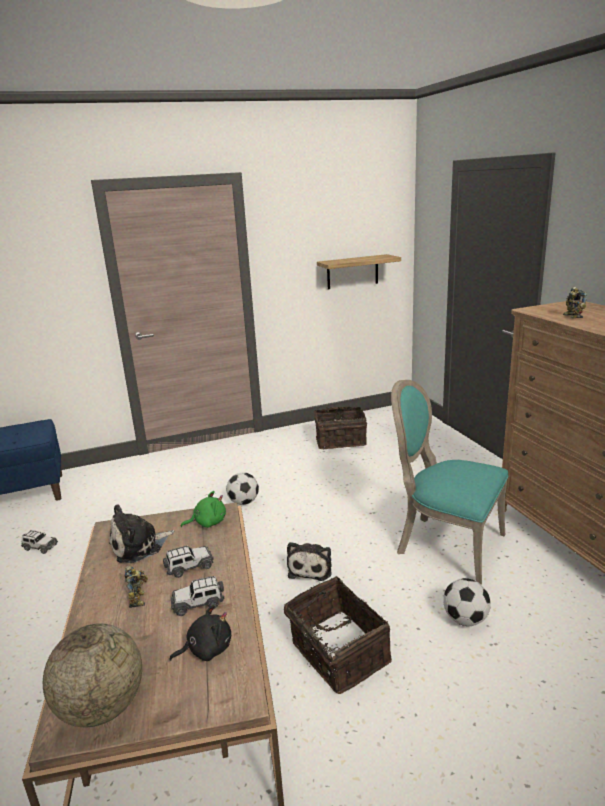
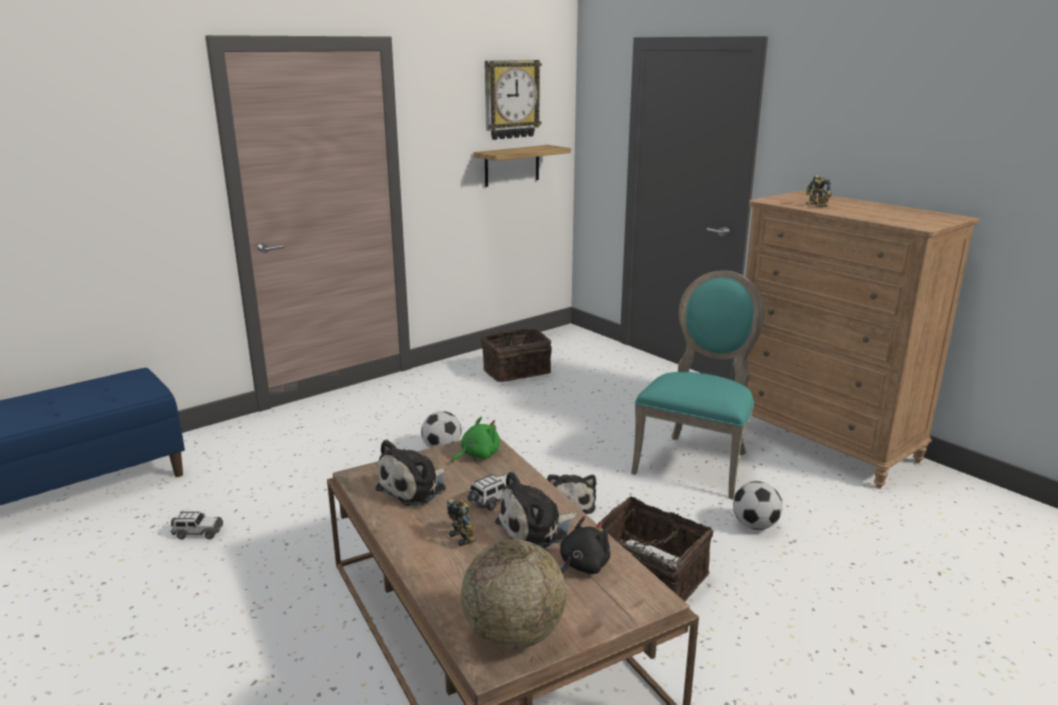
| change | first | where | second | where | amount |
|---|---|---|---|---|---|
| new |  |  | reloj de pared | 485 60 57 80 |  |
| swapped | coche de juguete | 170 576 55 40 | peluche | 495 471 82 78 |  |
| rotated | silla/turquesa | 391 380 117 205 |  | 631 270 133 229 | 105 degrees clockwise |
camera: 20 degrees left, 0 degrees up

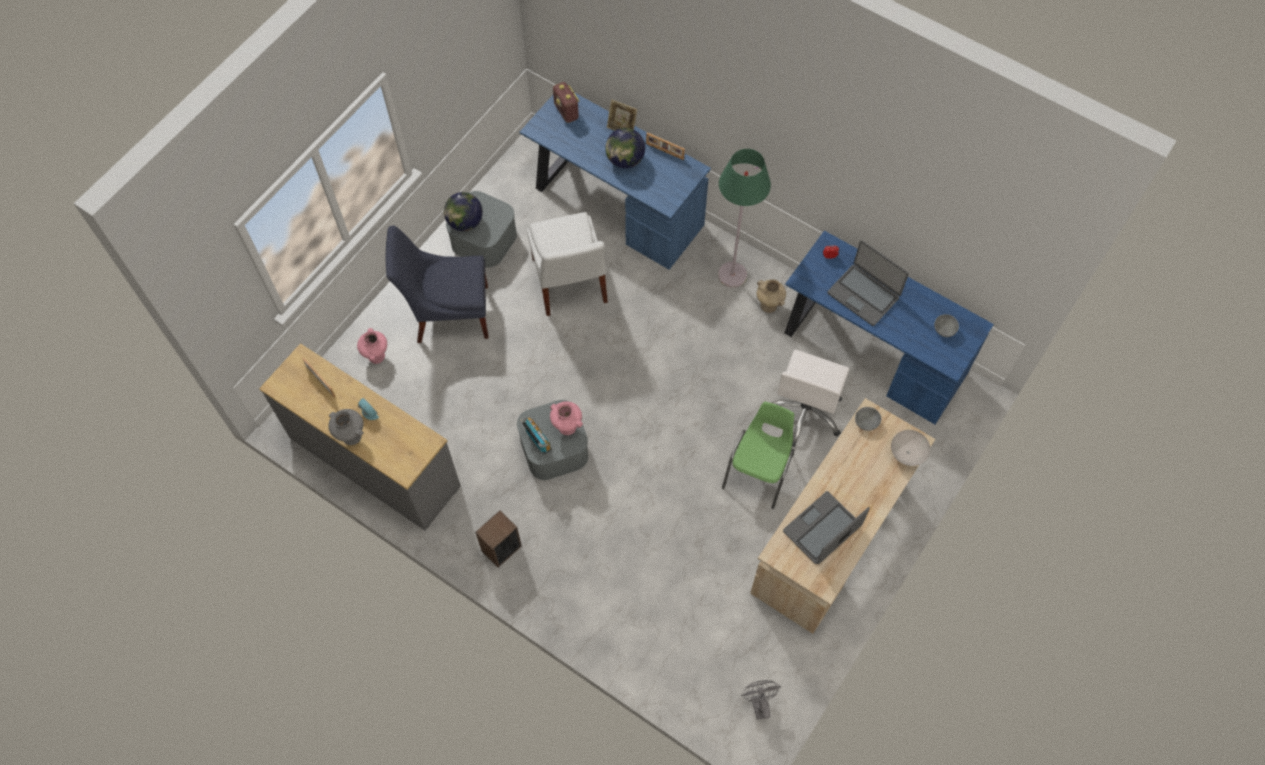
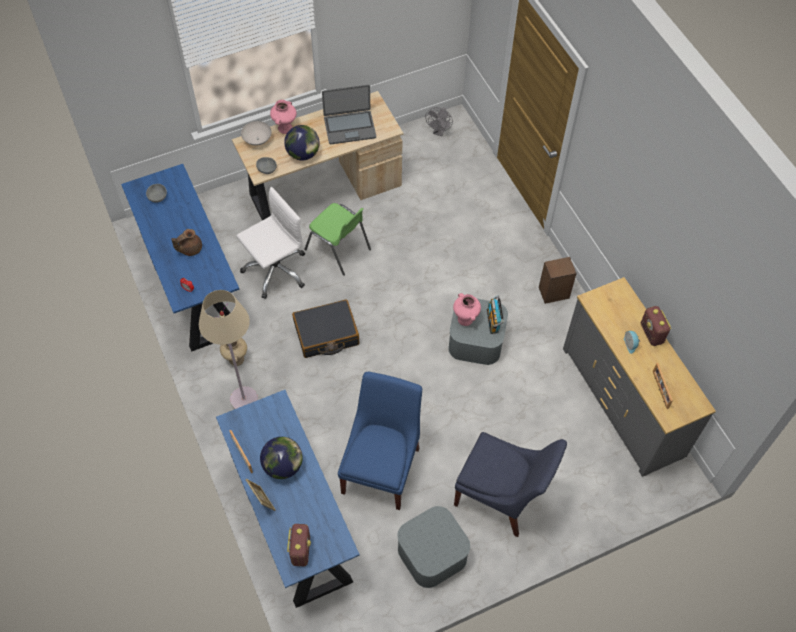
| change | first | where | second | where | amount |
|---|---|---|---|---|---|
| swapped | portátil | 828 240 81 86 | tetera/marrón | 171 229 31 27 |  |
| repainted | lámpara de pie/verde | 718 149 53 139 | lámpara de pie/beis | 199 290 59 119 |  |
| shifted | florero/rosa | 357 328 30 36 |  | 270 100 27 34 |  |
| shifted | globo terráqueo | 444 192 39 39 |  | 284 125 36 35 |  |
| new |  |  | maleta/negro | 292 299 67 59 |  |
| rotated | silla/verde | 722 402 72 107 |  | 304 203 67 73 | 105 degrees counterclockwise |
| repainted | silla/blanco | 527 212 81 104 | silla/azul | 338 371 84 139 |  |
| swapped | florero/gris | 328 409 36 36 | radio | 641 306 30 40 |  |
camera: 150 degrees left, 5 degrees down

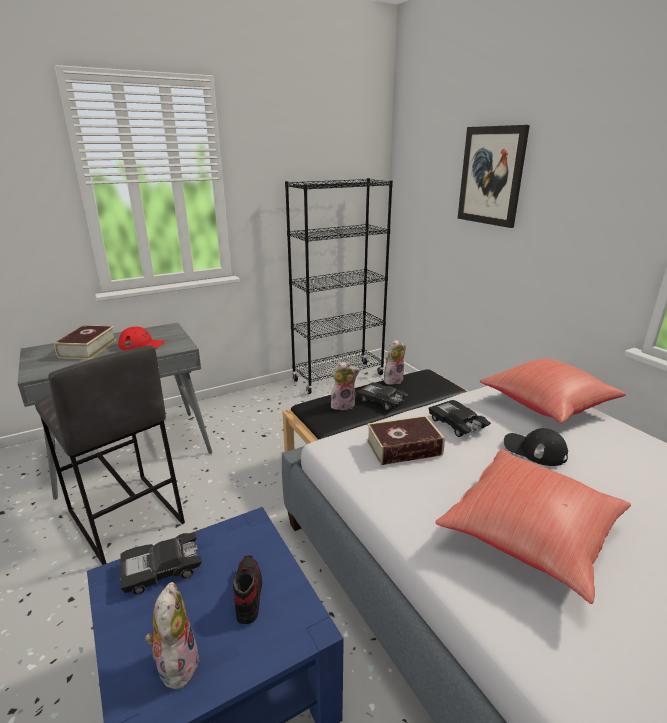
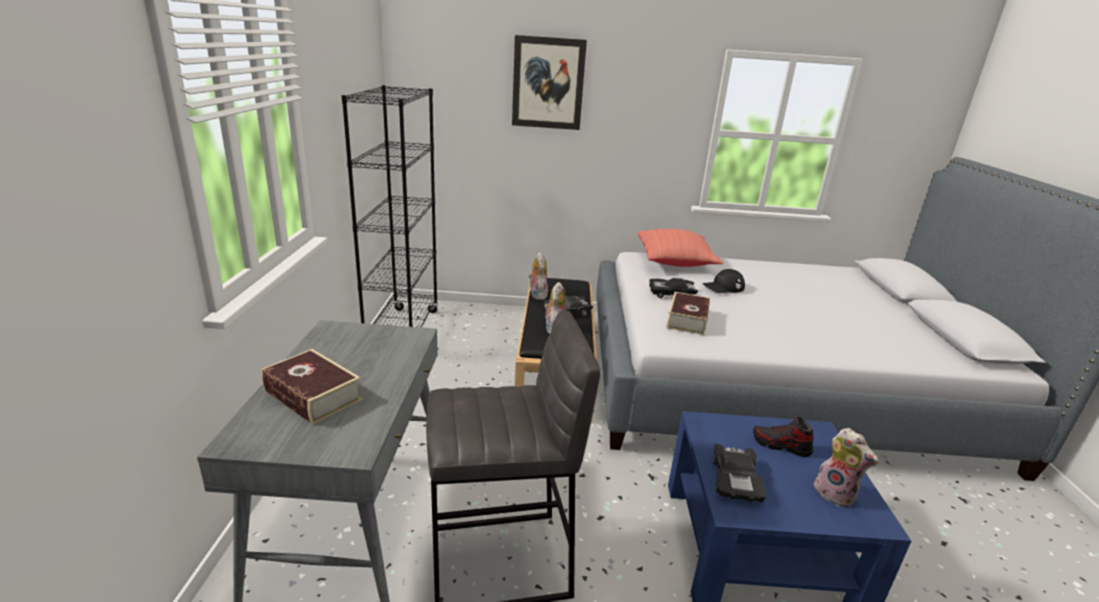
| change | first | where | second | where | amount |
|---|---|---|---|---|---|
| rotated | peluche | 145 582 54 108 |  | 814 428 65 79 | 150 degrees counterclockwise |
| gone | gorra/rojo | 118 327 47 23 |  |  |  |
| gone | cojín/rojo | 435 449 196 155 |  |  |  |
camera: 60 degrees left, 0 degrees up

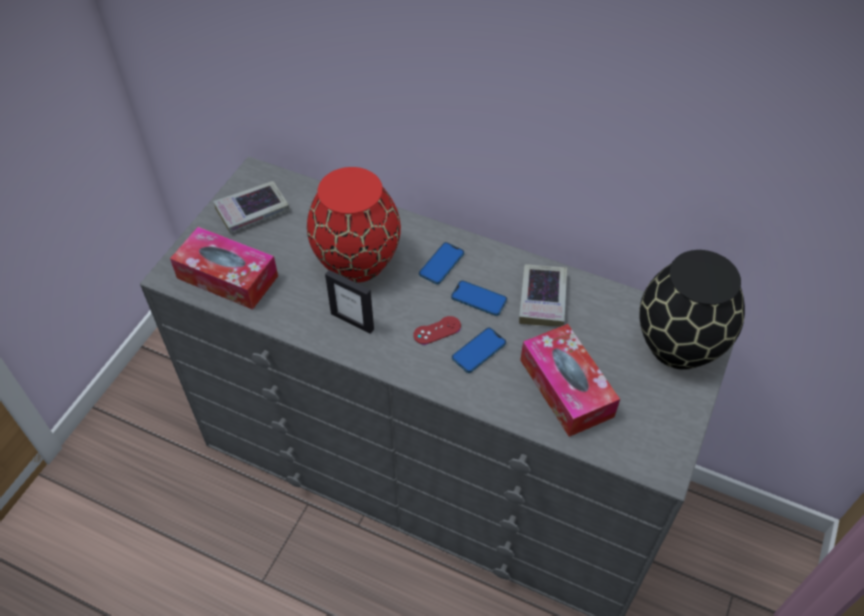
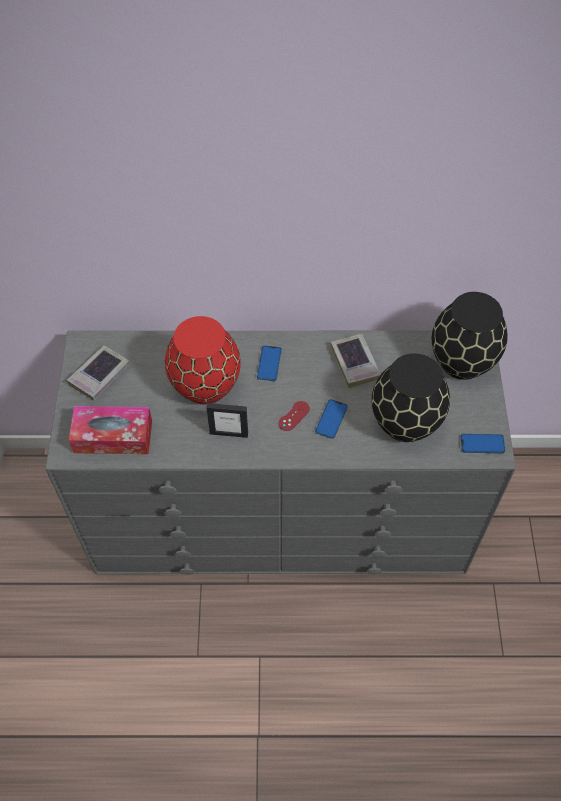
| change | first | where | second | where | amount |
|---|---|---|---|---|---|
| swapped | caja de pañuelos | 520 324 100 113 | florero/negro | 372 353 78 89 |  |
| shifted | móvil | 451 280 56 36 |  | 460 434 45 19 |  |
camera: 25 degrees left, 5 degrees up

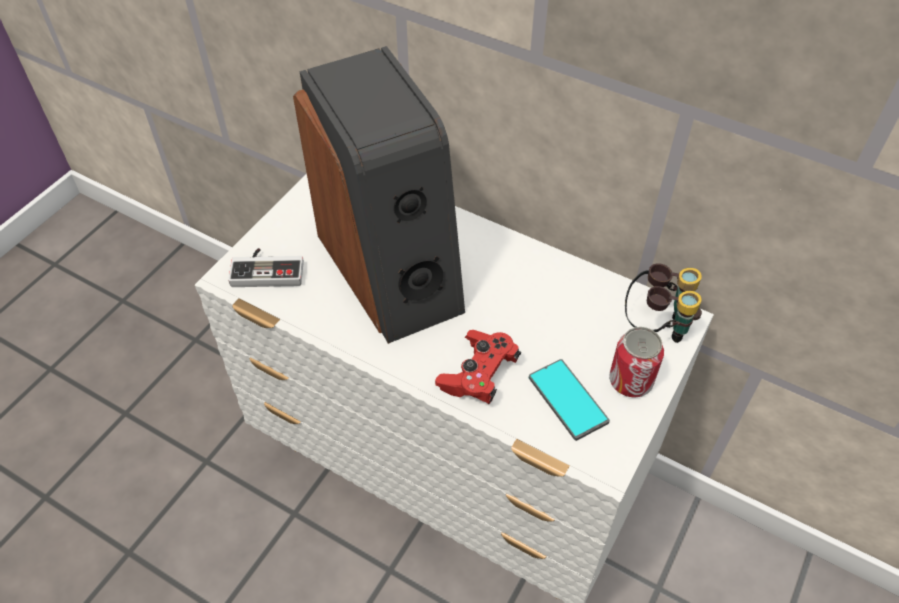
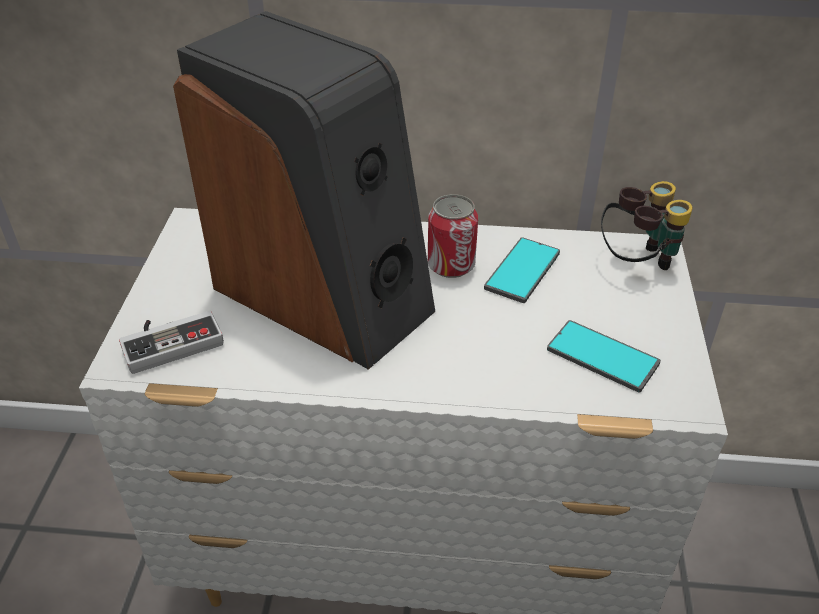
| change | first | where | second | where | amount |
|---|---|---|---|---|---|
| shifted | lata | 609 327 55 71 |  | 428 194 50 84 |  |
| new |  |  | móvil | 484 237 76 66 |  |
| gone | mando de consola/rojo | 435 330 86 74 |  |  |  |
camera: 25 degrees left, 10 degrees down

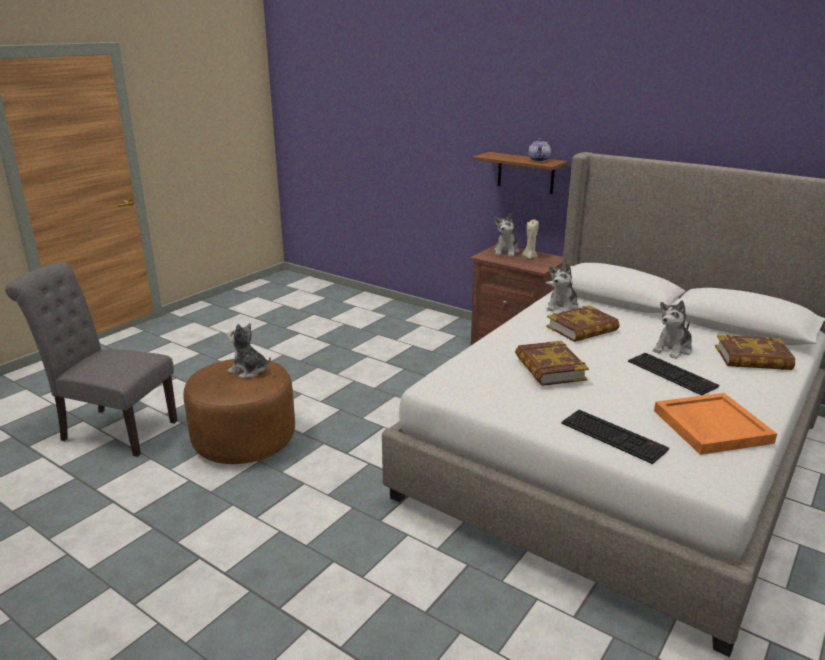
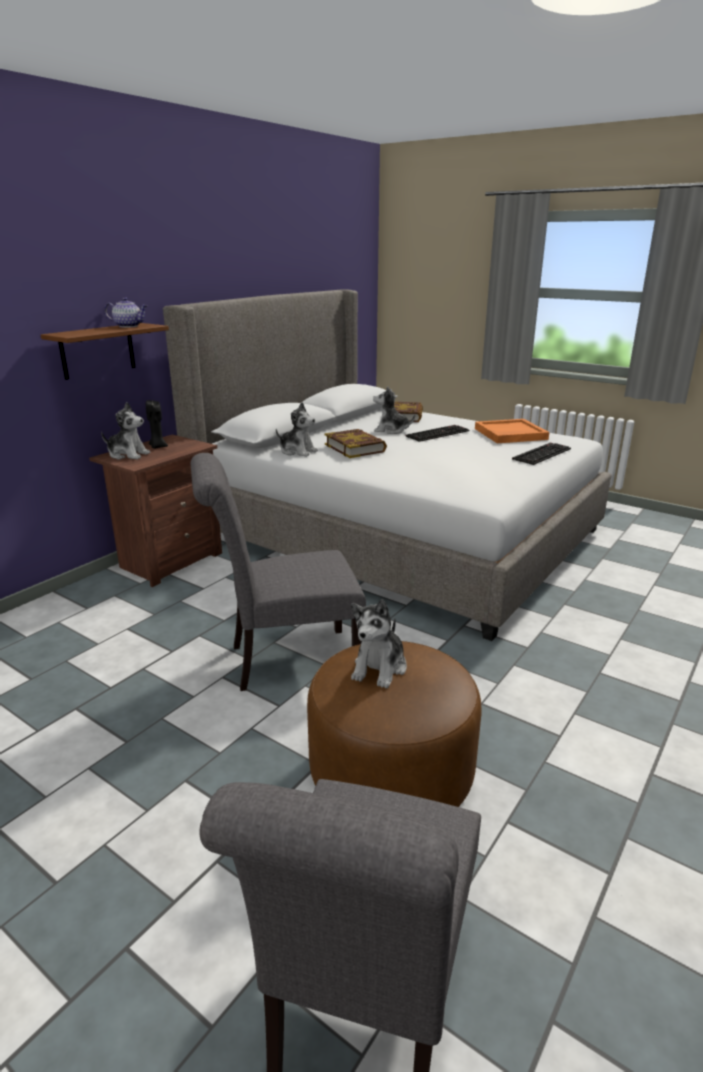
| change | first | where | second | where | amount |
|---|---|---|---|---|---|
| repainted | vela/beis | 522 219 17 40 | vela/negro | 146 400 22 49 |  |
| new |  |  | silla/gris | 191 453 175 238 |  |
| rotated | peluche | 653 300 39 59 |  | 373 386 42 48 | 150 degrees clockwise |
| gone | libro | 515 341 74 45 |  |  |  |
camera: 90 degrees left, 0 degrees up

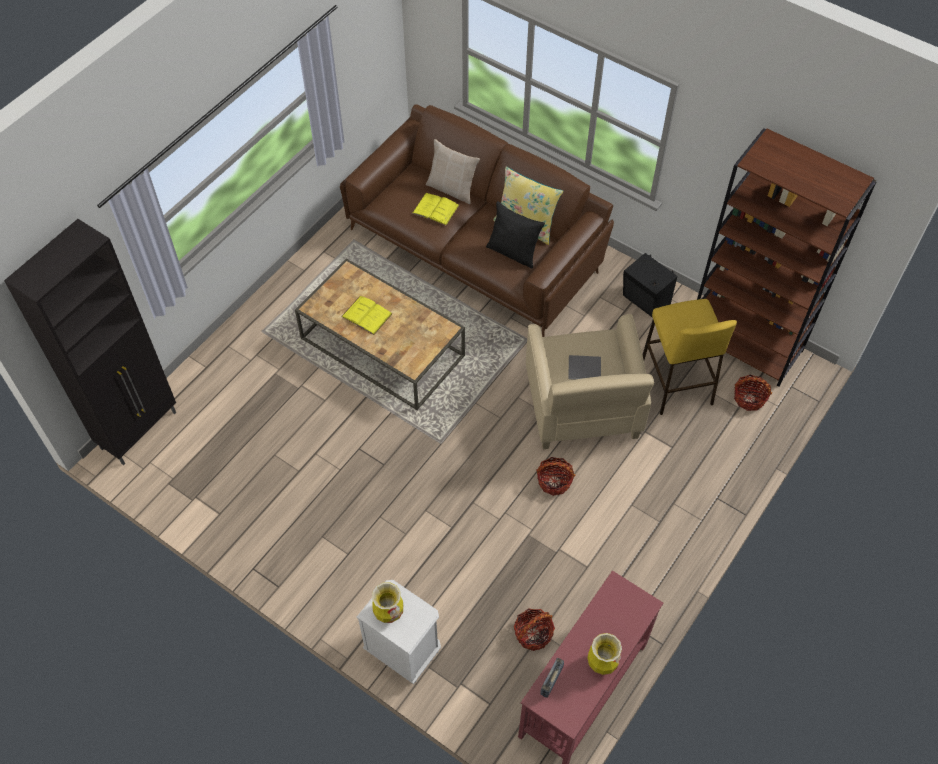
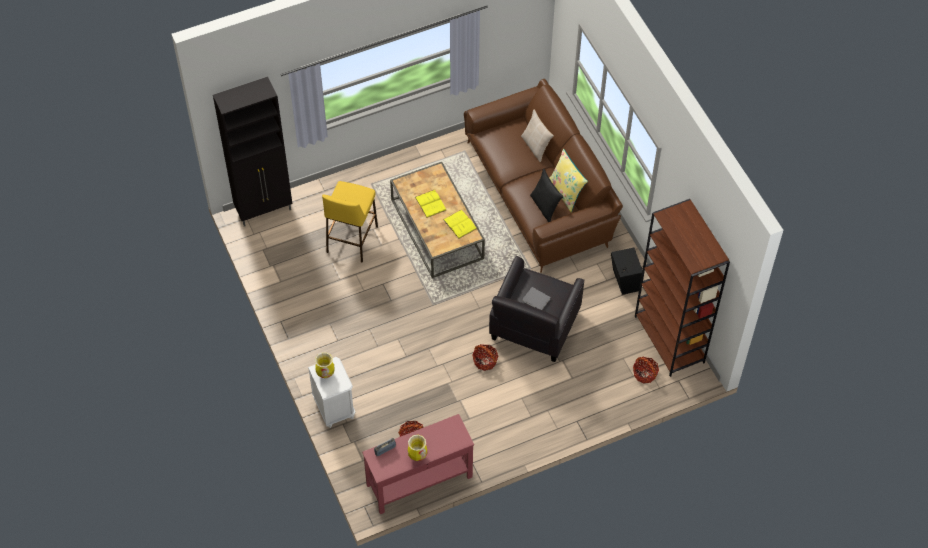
| change | first | where | second | where | amount |
|---|---|---|---|---|---|
| shifted | taburete/amarillo | 643 299 94 116 |  | 322 181 56 82 |  |
| shifted | libro/amarillo | 412 193 48 33 |  | 443 210 34 29 |  |
| repainted | sillón/beis | 526 314 128 135 | sillón/negro | 489 256 95 106 |  |
camera: 30 degrees right, 0 degrees up

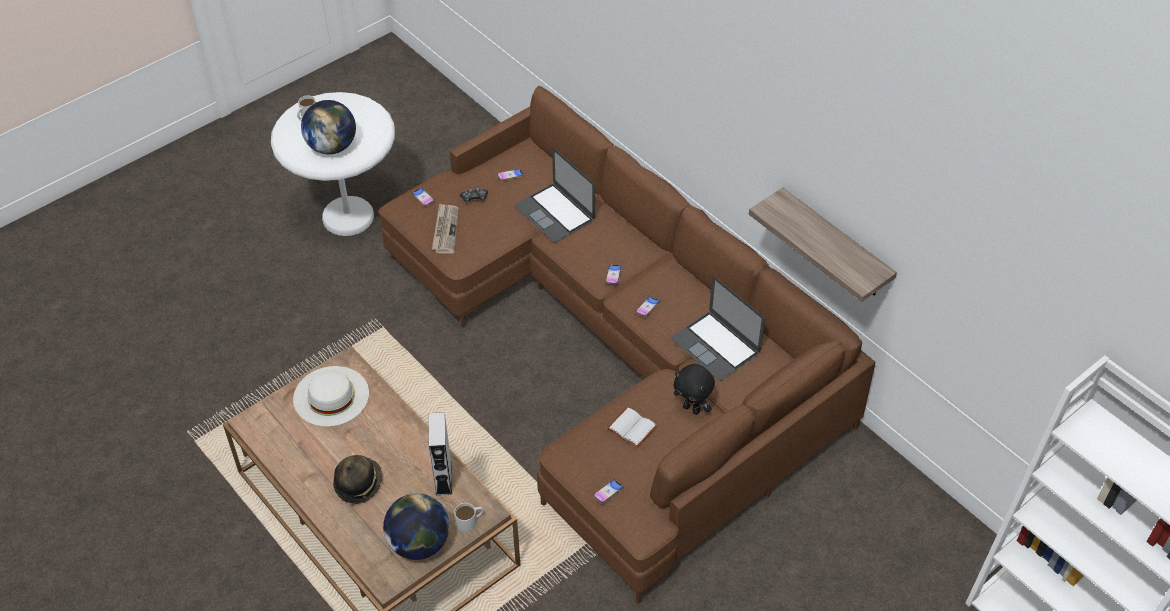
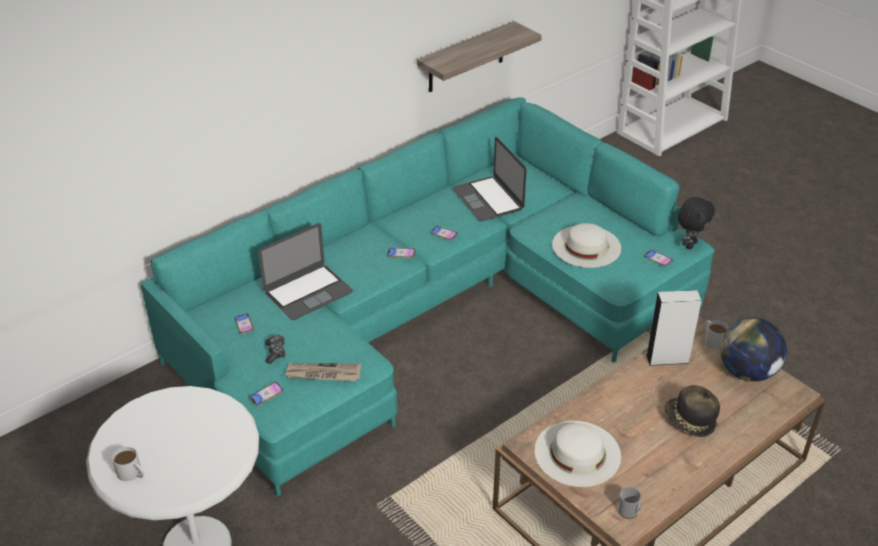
| change | first | where | second | where | amount |
|---|---|---|---|---|---|
| repainted | sofá/marrón | 379 86 497 518 | sofá/turquesa | 140 97 575 400 |  |
| rotated | portátil | 671 277 94 104 |  | 452 137 75 84 | 105 degrees clockwise |
| swapped | libro/blanco | 607 407 50 41 | sombrero/blanco | 552 223 69 45 |  |
| new |  |  | taza grande | 618 487 24 32 |  |
| shifted | peluche/negro | 674 364 41 51 |  | 678 197 37 52 |  |
| gone | globo terráqueo | 301 100 55 54 |  |  |  |
camera: 90 degrees left, 10 degrees down

